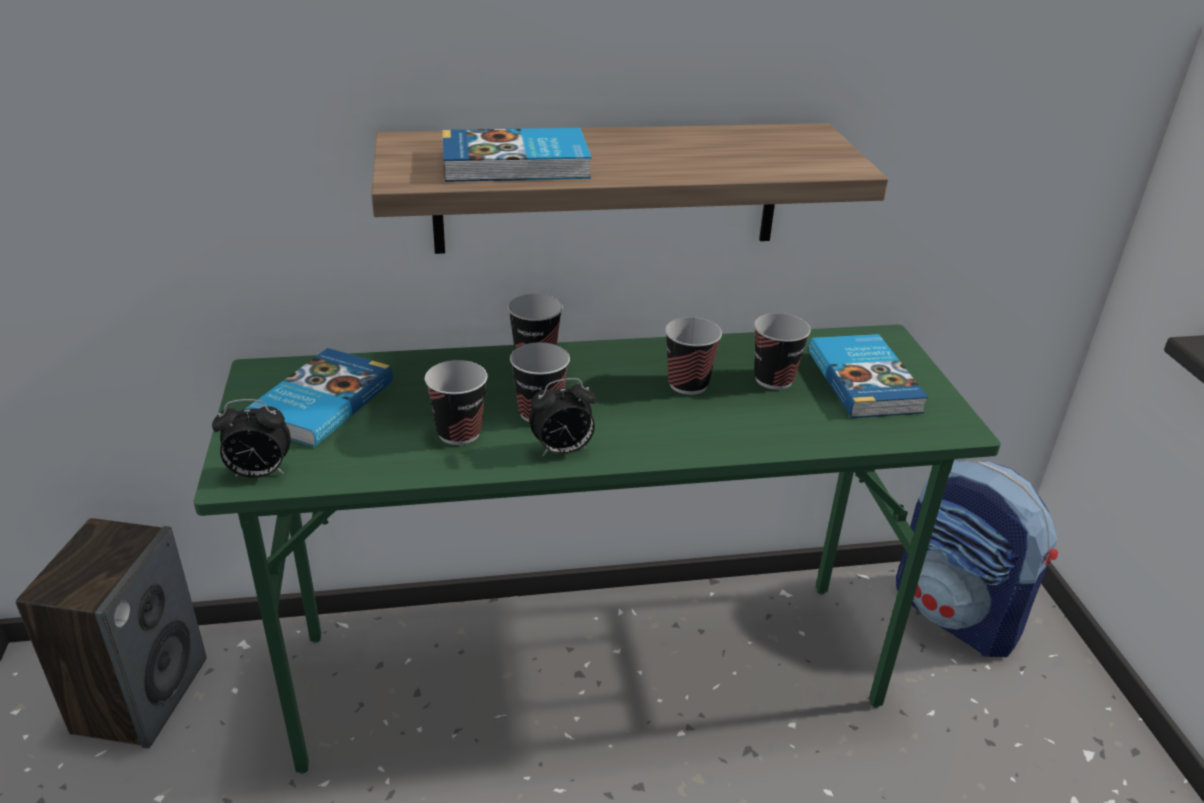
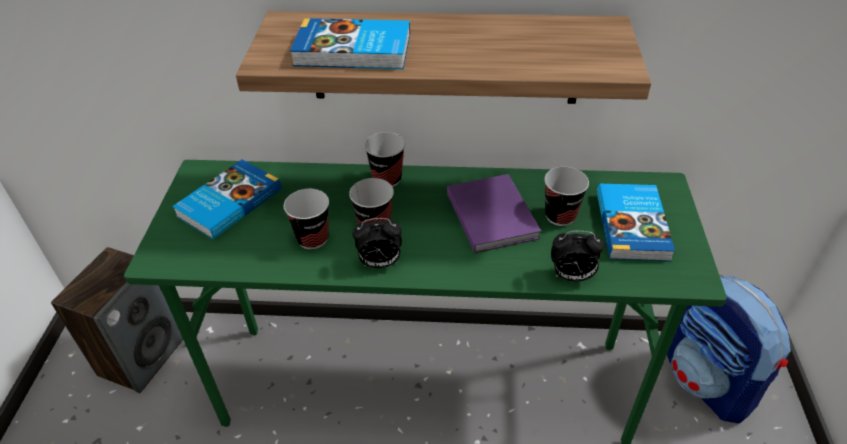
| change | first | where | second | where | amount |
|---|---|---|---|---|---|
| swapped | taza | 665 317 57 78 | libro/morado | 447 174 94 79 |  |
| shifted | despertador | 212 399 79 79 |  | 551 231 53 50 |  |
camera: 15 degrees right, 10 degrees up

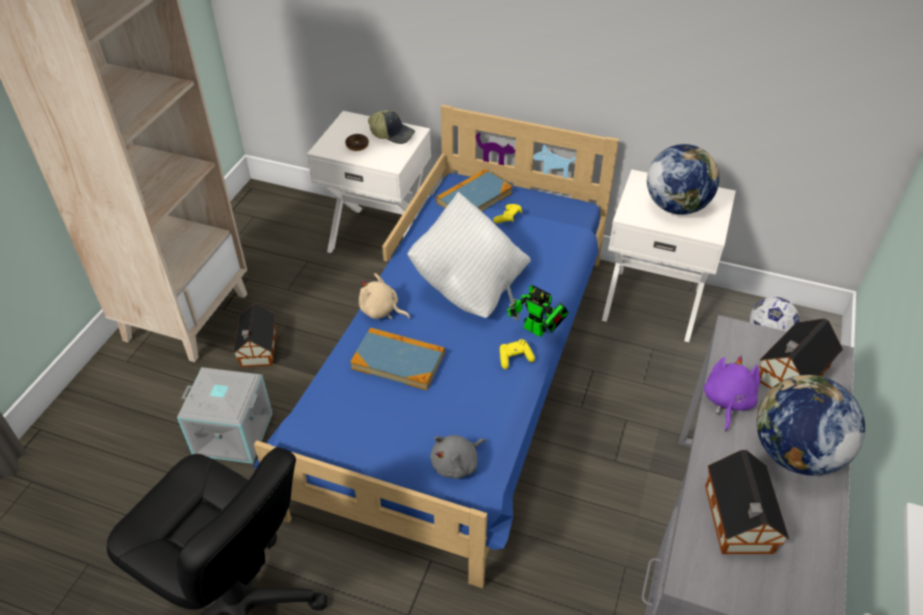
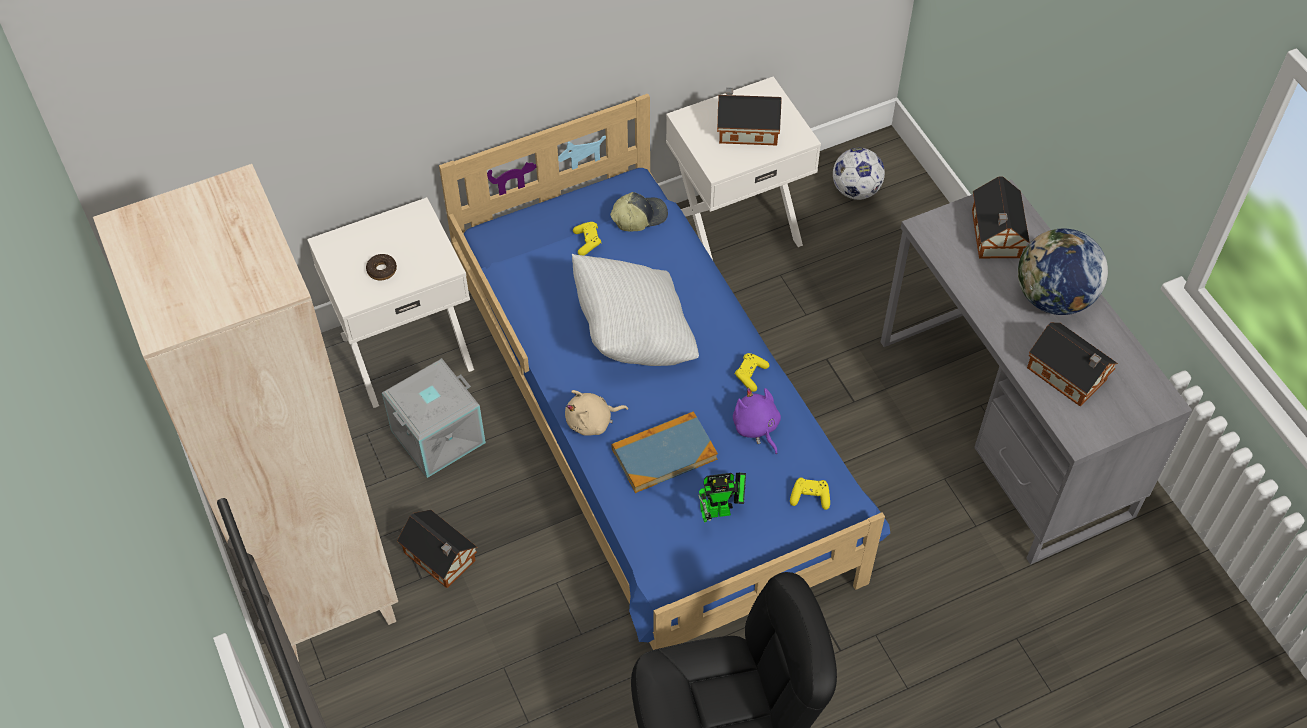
| change | first | where | second | where | amount |
|---|---|---|---|---|---|
| shifted | caja de almacenaje/gris | 177 367 96 97 |  | 382 358 104 120 |  |
| shifted | gorra | 368 110 47 34 |  | 610 192 58 40 |  |
| shifted | robot de juguete | 506 281 63 56 |  | 698 473 48 49 |  |
| swapped | globo terráqueo | 647 144 72 71 | casita | 717 87 65 58 |  |
| shifted | peluche/morado | 704 355 56 76 |  | 733 388 48 66 |  |
| swapped | peluche/gris | 430 435 56 44 | mando de consola/amarillo | 790 477 40 33 |  |
| gone | libro | 436 169 76 43 |  |  |  |
camera: 45 degrees left, 10 degrees up

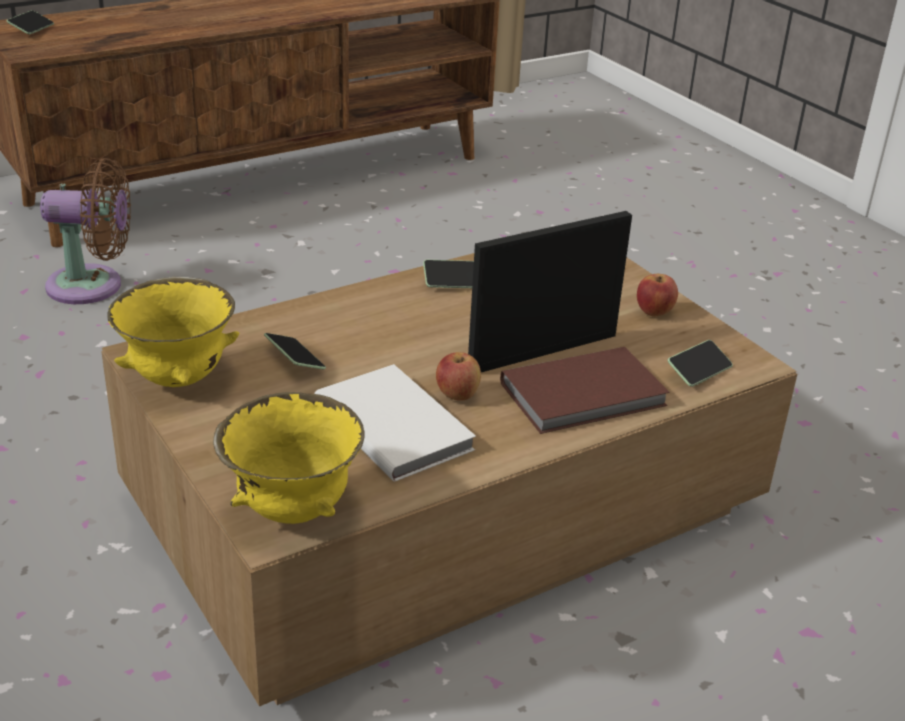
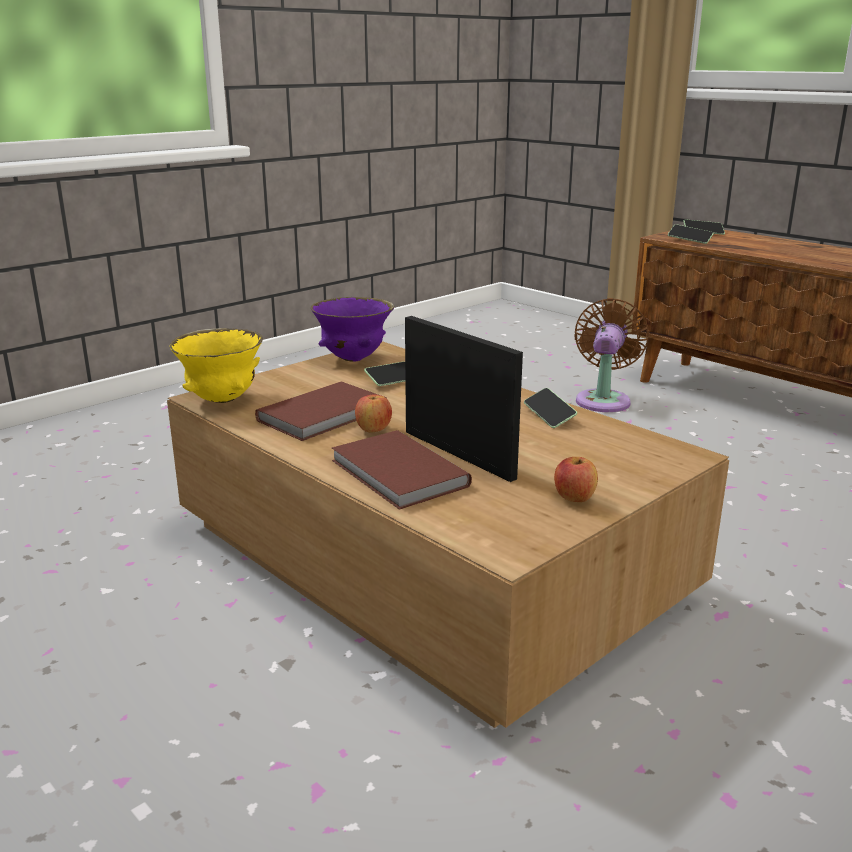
| change | first | where | second | where | amount |
|---|---|---|---|---|---|
| repainted | libro/blanco | 314 364 162 117 | libro/marrón | 255 381 132 60 |  |
| repainted | cuenco/amarillo | 107 277 132 110 | cuenco/morado | 311 297 83 65 |  |
| rotated | ventilador/marrón | 40 158 91 146 |  | 574 298 75 114 | 150 degrees counterclockwise |
| shifted | móvil | 668 340 65 47 |  | 668 224 46 20 |  |
camera: 80 degrees right, 10 degrees down

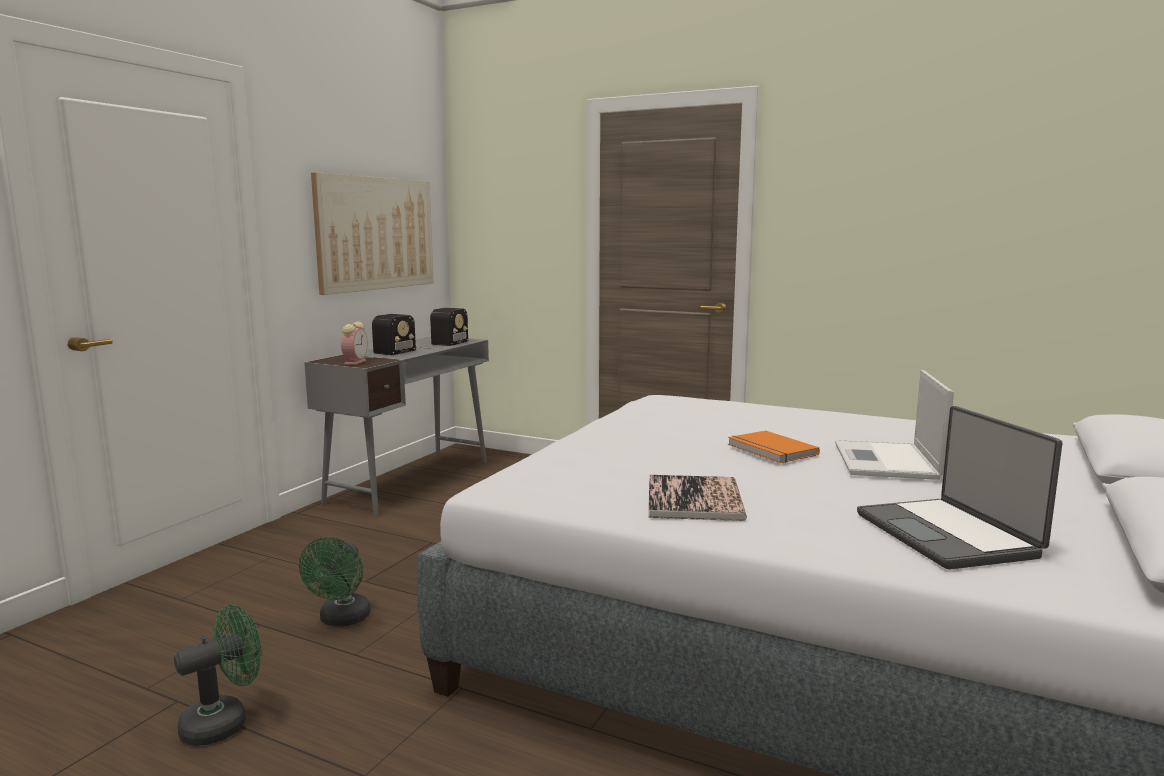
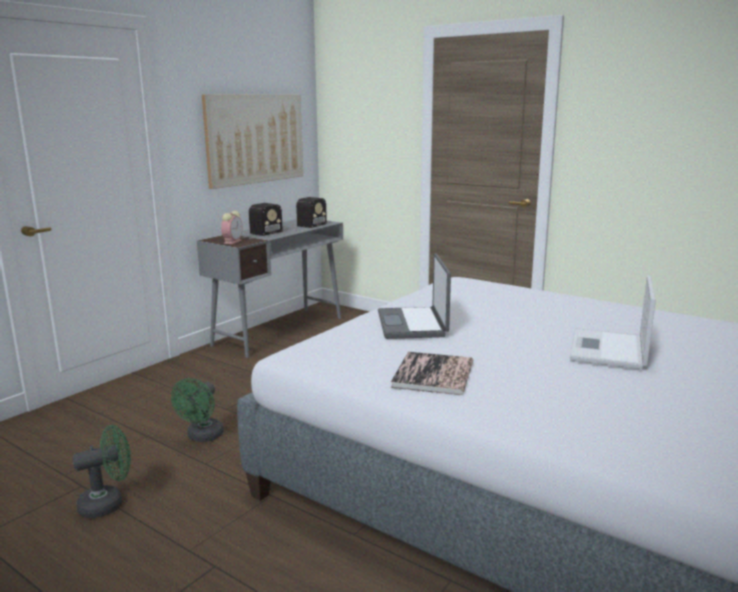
| change | first | where | second | where | amount |
|---|---|---|---|---|---|
| shifted | portátil | 857 406 205 164 |  | 378 253 73 86 |  |
| gone | libro/naranja | 728 430 92 33 |  |  |  |
camera: 10 degrees right, 5 degrees up

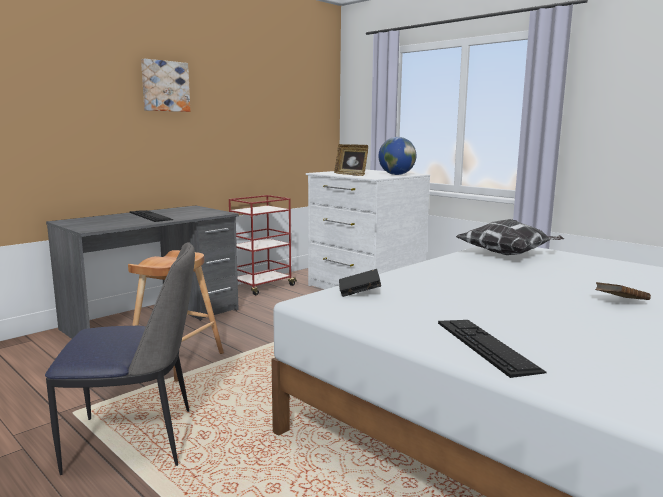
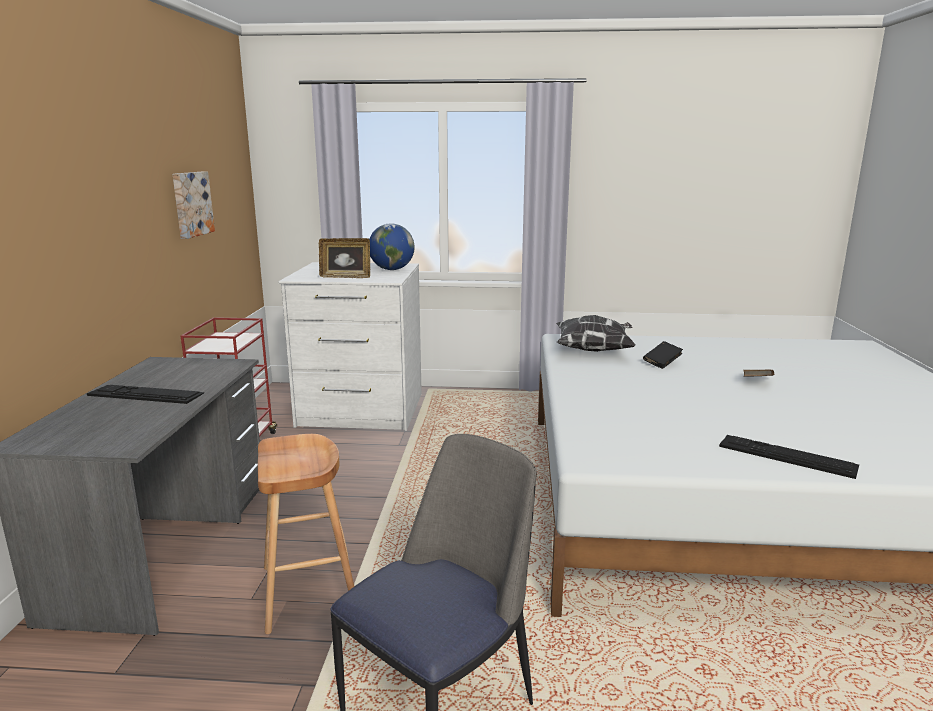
| change | first | where | second | where | amount |
|---|---|---|---|---|---|
| shifted | cuadro | 141 58 49 54 |  | 173 171 42 68 |  |
| shifted | libro/negro | 339 269 42 28 |  | 643 341 40 28 |  |
camera: 40 degrees left, 5 degrees up

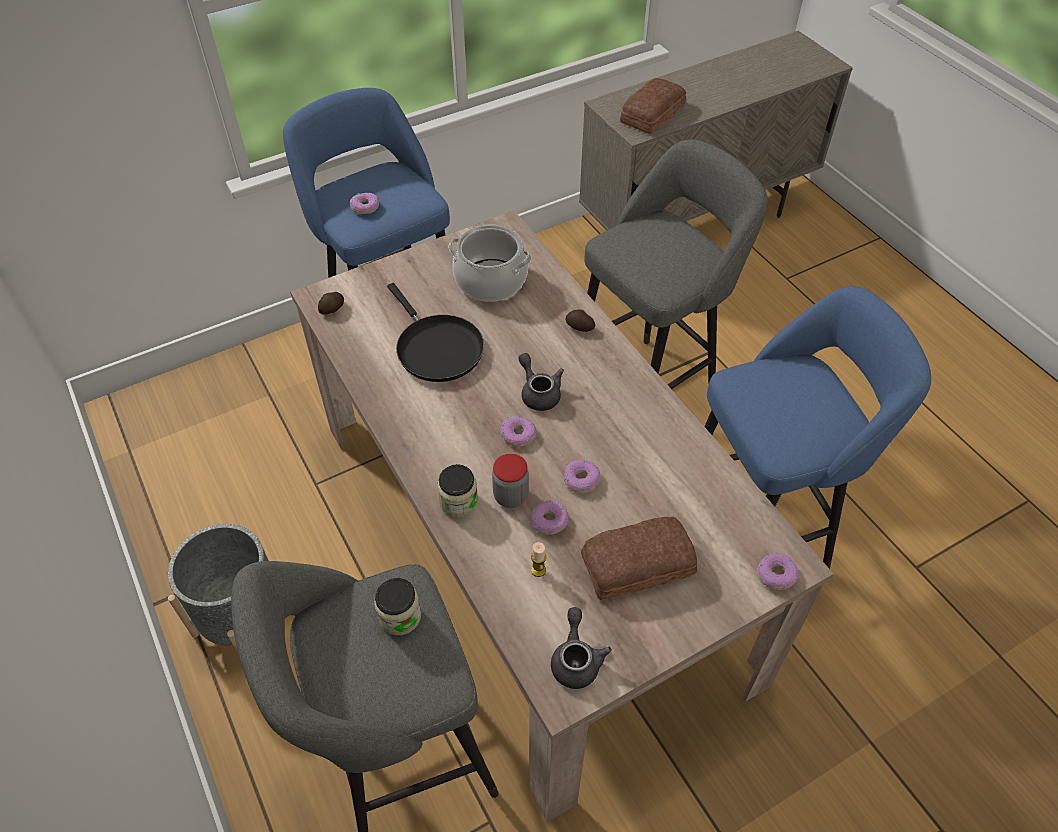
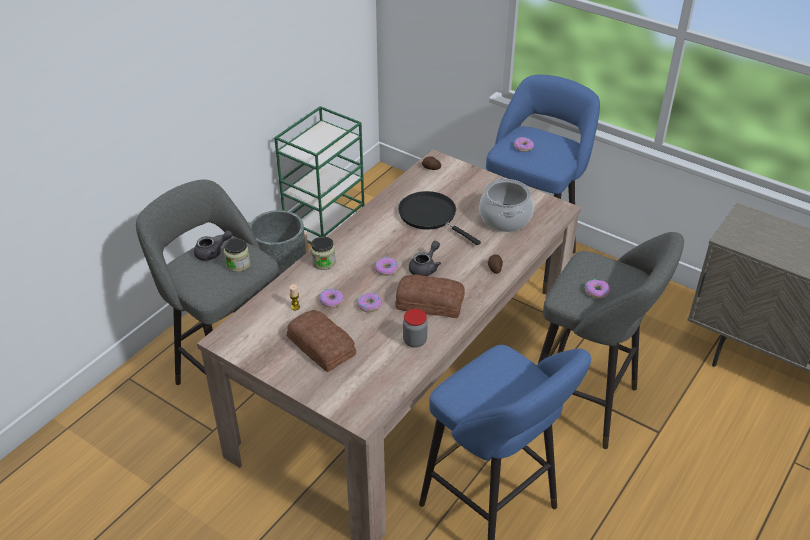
| change | first | where | second | where | amount |
|---|---|---|---|---|---|
| shifted | tetera/gris | 551 607 61 82 |  | 194 230 38 31 |  |
| new |  |  | carrito/verde | 274 106 90 138 |  |
| shifted | pan | 620 78 66 56 |  | 395 275 70 43 |  |
| rotated | sartén/negro | 387 283 97 99 |  | 398 191 83 54 | 105 degrees clockwise |
| shifted | tarro | 492 454 37 54 |  | 403 309 25 39 |  |
| shifted | rosquilla | 757 552 42 38 |  | 585 279 25 19 |  |
camera: 65 degrees right, 10 degrees down

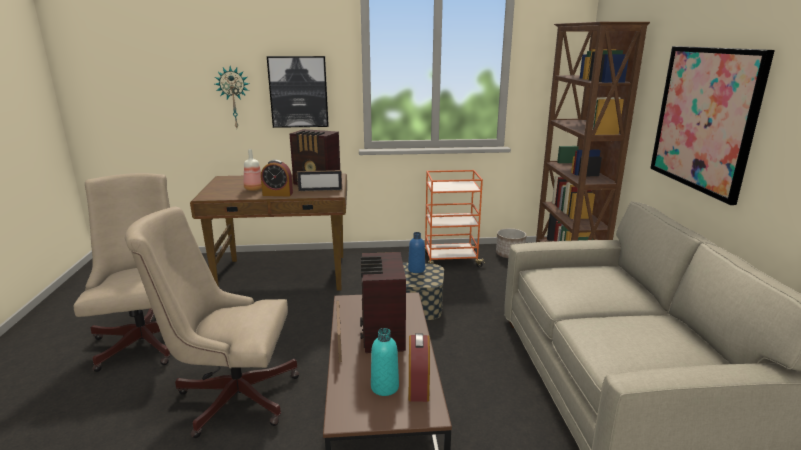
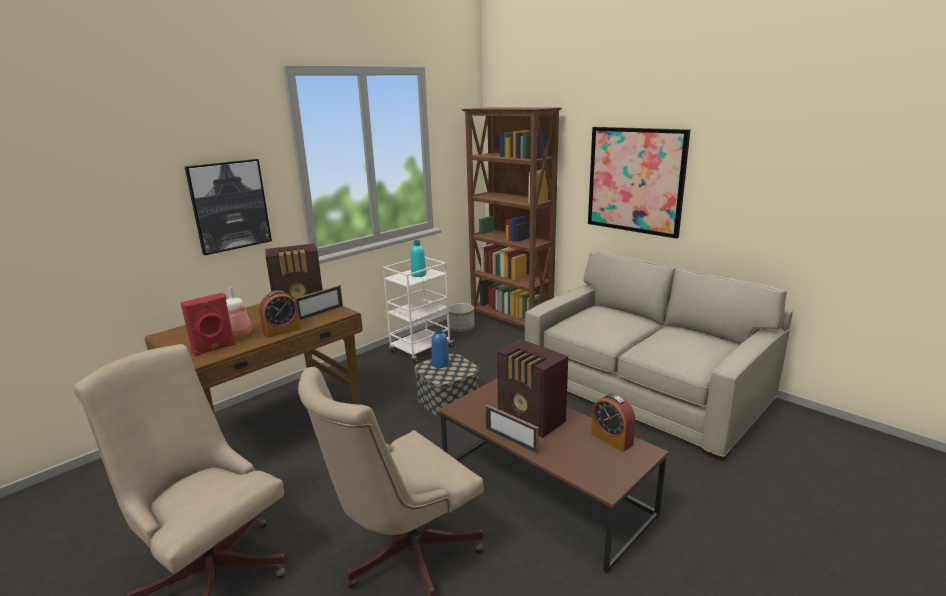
| change | first | where | second | where | amount |
|---|---|---|---|---|---|
| new |  |  | altavoz/rojo | 180 293 56 64 |  |
| repainted | carrito/naranja | 425 170 60 97 | carrito/blanco | 383 257 73 107 |  |
| shifted | botella/turquesa | 371 328 28 68 |  | 410 240 16 37 |  |
| gone | reloj de pared | 215 66 34 62 |  |  |  |
camera: 40 degrees left, 0 degrees up

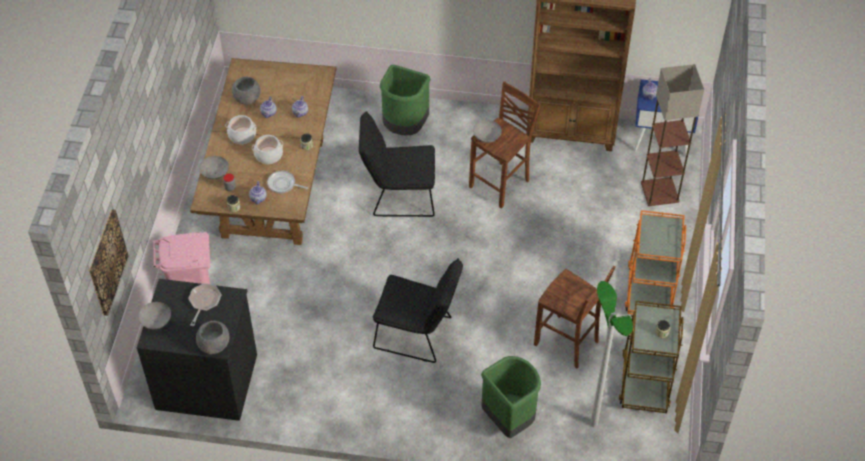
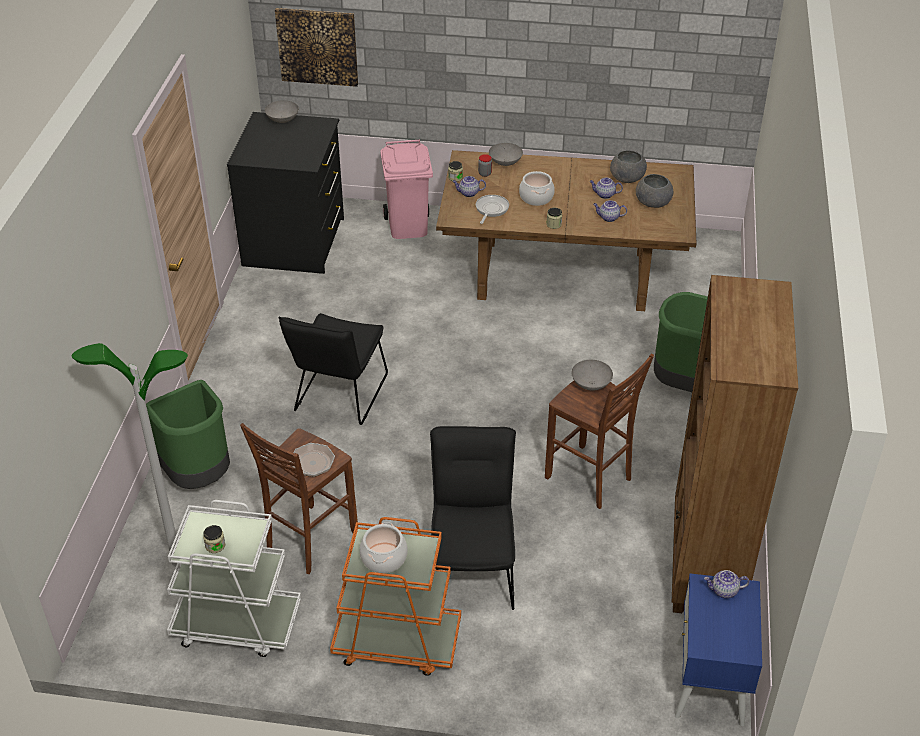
| change | first | where | second | where | amount |
|---|---|---|---|---|---|
| repainted | carrito/marrón | 619 301 64 112 | carrito/blanco | 167 500 134 157 |  |
| shifted | sartén | 188 283 34 43 |  | 268 443 67 34 |  |
| shifted | olla | 225 115 31 29 |  | 359 522 49 51 |  |
| shifted | silla/negro | 359 111 76 106 |  | 430 426 86 184 |  |
| shifted | cuenco/gris | 196 321 33 33 |  | 636 174 38 34 |  |
| gone | lámpara de pie | 641 64 63 142 |  |  |  |
camera: 90 degrees right, 10 degrees down

